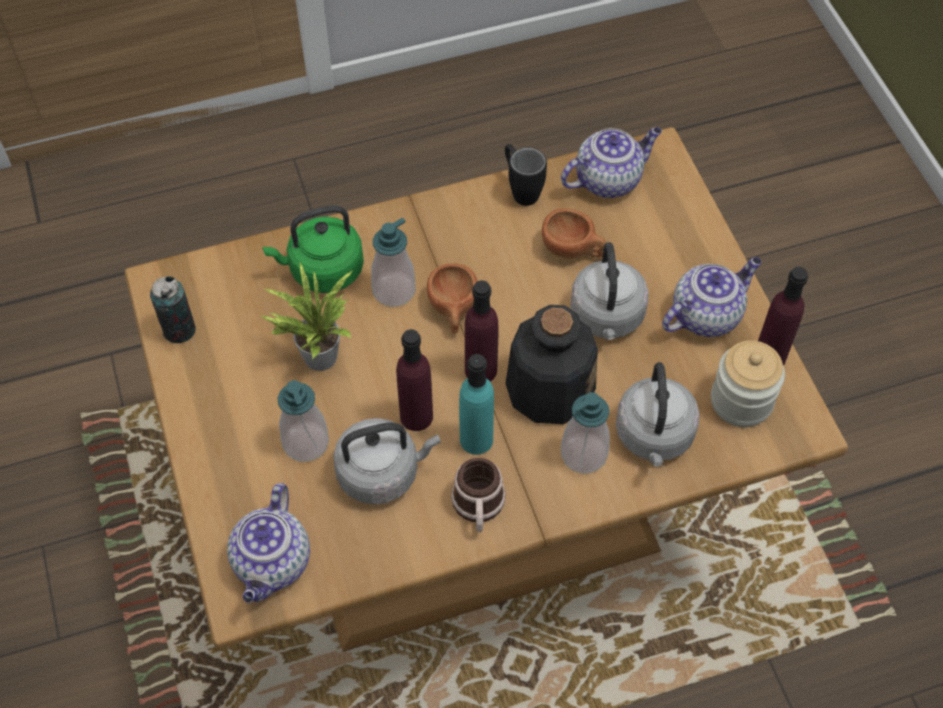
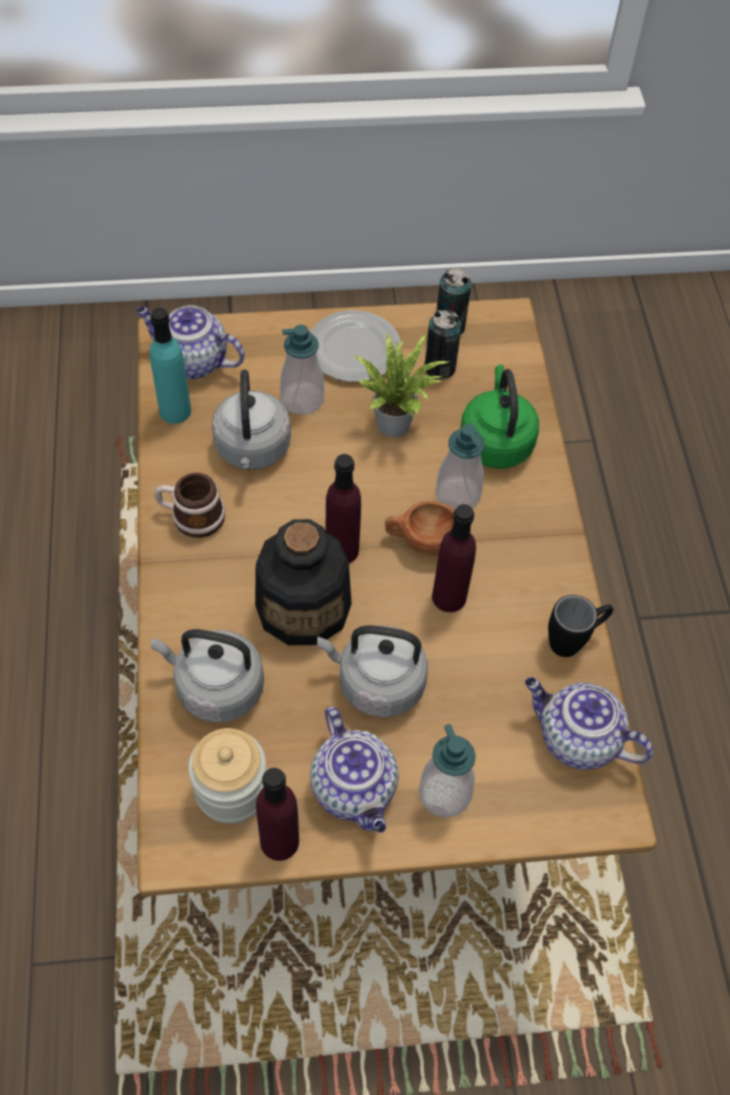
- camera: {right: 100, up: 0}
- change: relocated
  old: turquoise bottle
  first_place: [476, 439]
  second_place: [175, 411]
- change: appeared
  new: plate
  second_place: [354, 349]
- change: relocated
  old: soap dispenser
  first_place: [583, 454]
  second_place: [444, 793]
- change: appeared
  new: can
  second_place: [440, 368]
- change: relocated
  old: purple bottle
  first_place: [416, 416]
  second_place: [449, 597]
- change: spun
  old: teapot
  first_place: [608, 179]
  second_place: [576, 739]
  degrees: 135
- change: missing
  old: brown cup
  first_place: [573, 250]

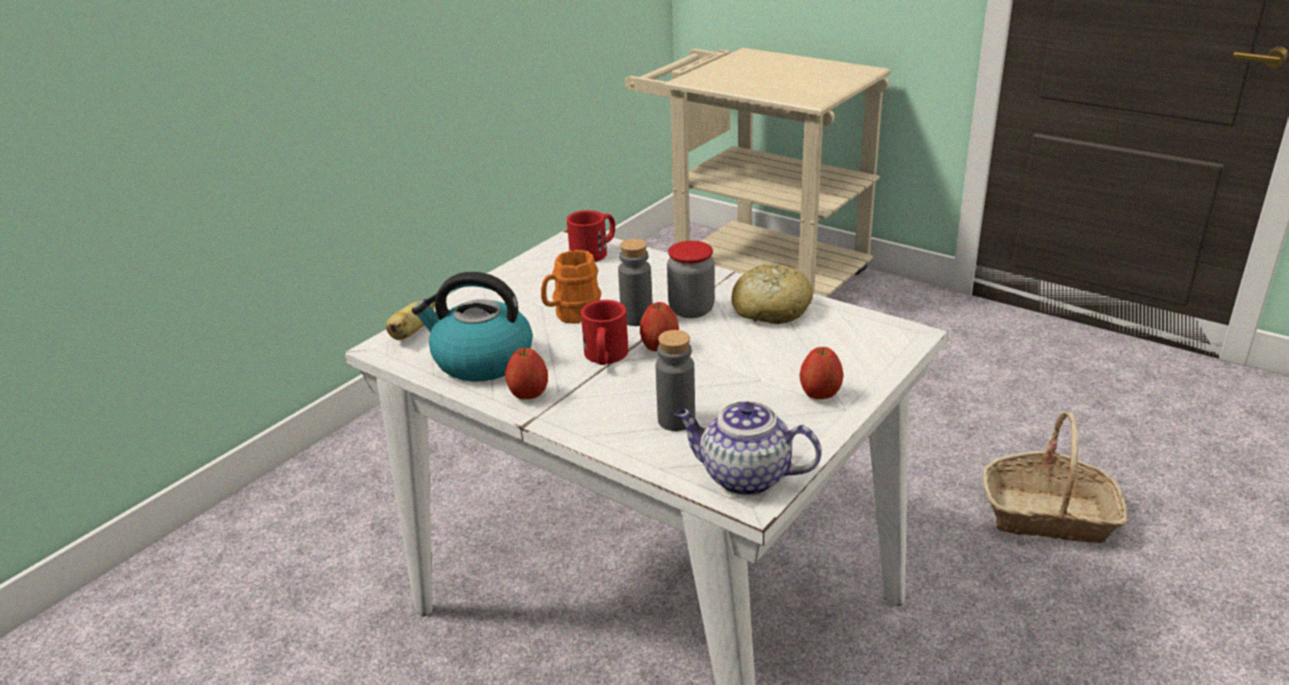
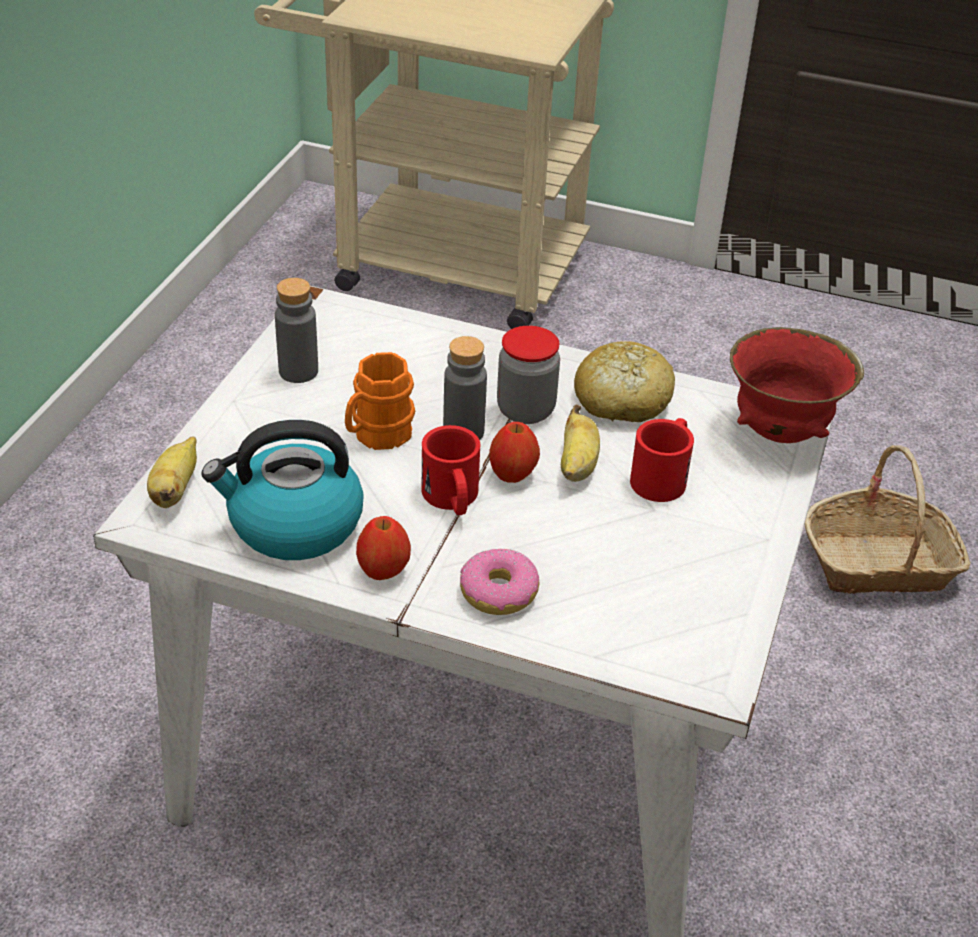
- camera: {right: -20, up: 10}
- change: relocated
  old: grey bottle
  first_place: [676, 420]
  second_place: [298, 371]
- change: appeared
  new: donut
  second_place: [499, 592]
- change: appeared
  new: banana
  second_place: [577, 466]
- change: relocated
  old: red mug
  first_place: [594, 251]
  second_place: [663, 476]
- change: appeared
  new: red bowl
  second_place: [780, 433]
- change: missing
  old: teapot
  first_place: [743, 477]
- change: missing
  old: apple
  first_place: [819, 395]

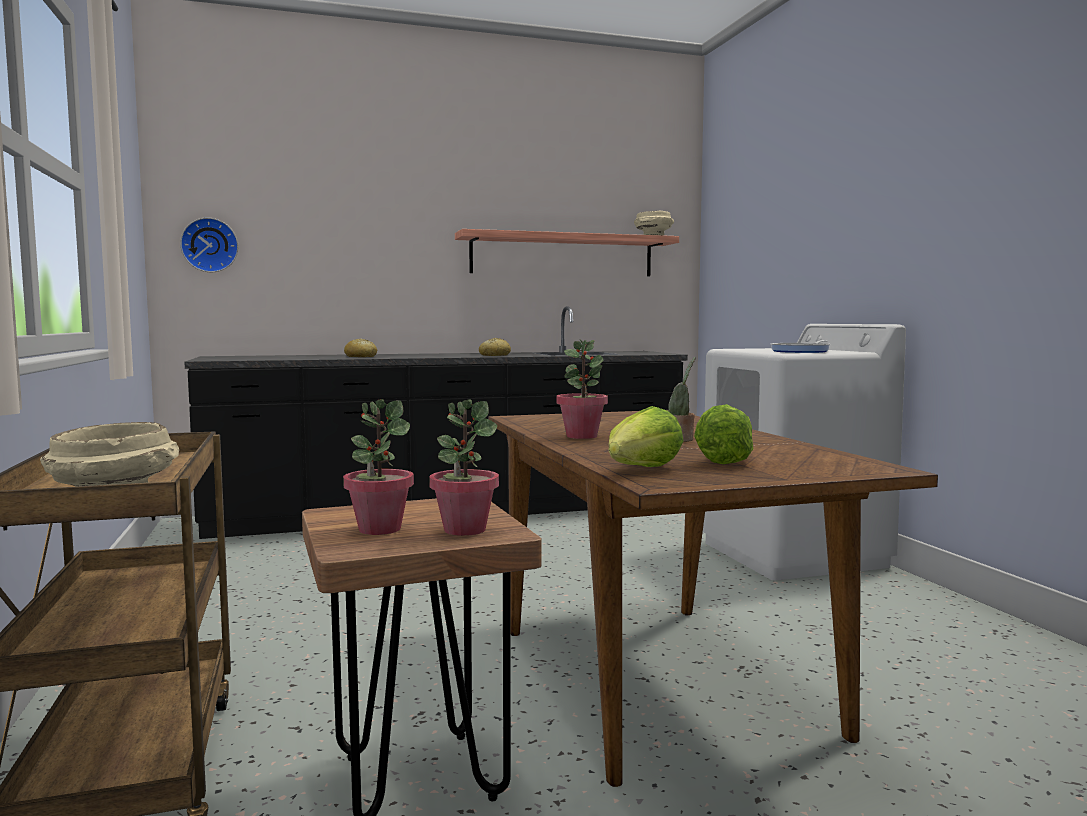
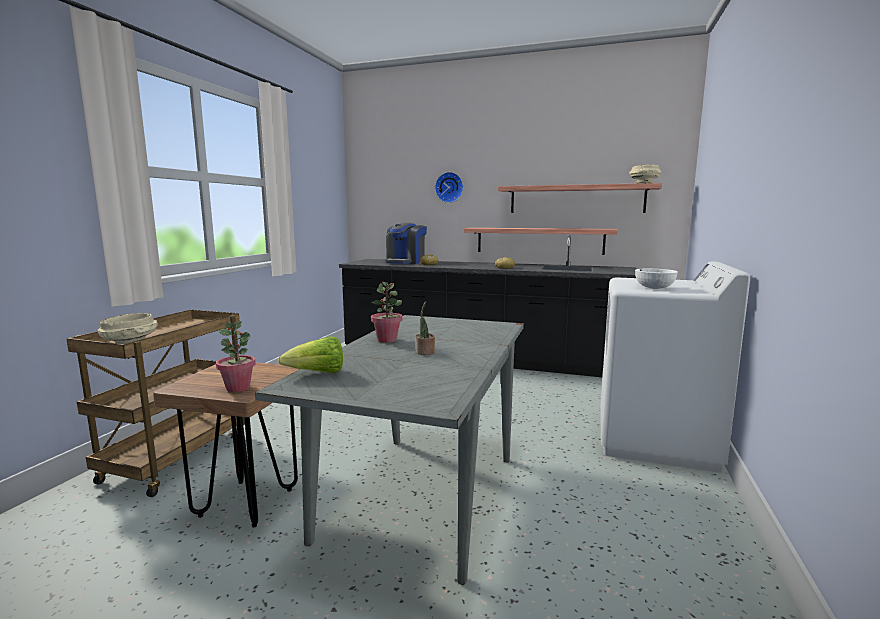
- camera: {right: 35, up: 5}
- change: colour
  old: brown dining table
  new: grey dining table
  first_place: [656, 677]
  second_place: [422, 494]
- change: appeared
  new: coffee machine
  second_place: [405, 262]
- change: relocated
  old: wall clock
  first_place: [210, 245]
  second_place: [449, 187]
- change: appeared
  new: shelf
  second_place: [539, 240]
- change: exchanged
  old: frying pan
  new: white bowl
  first_place: [802, 351]
  second_place: [654, 288]
- change: missing
  old: potted plant
  first_place: [379, 529]
- change: missing
  old: lettuce
  first_place: [725, 460]

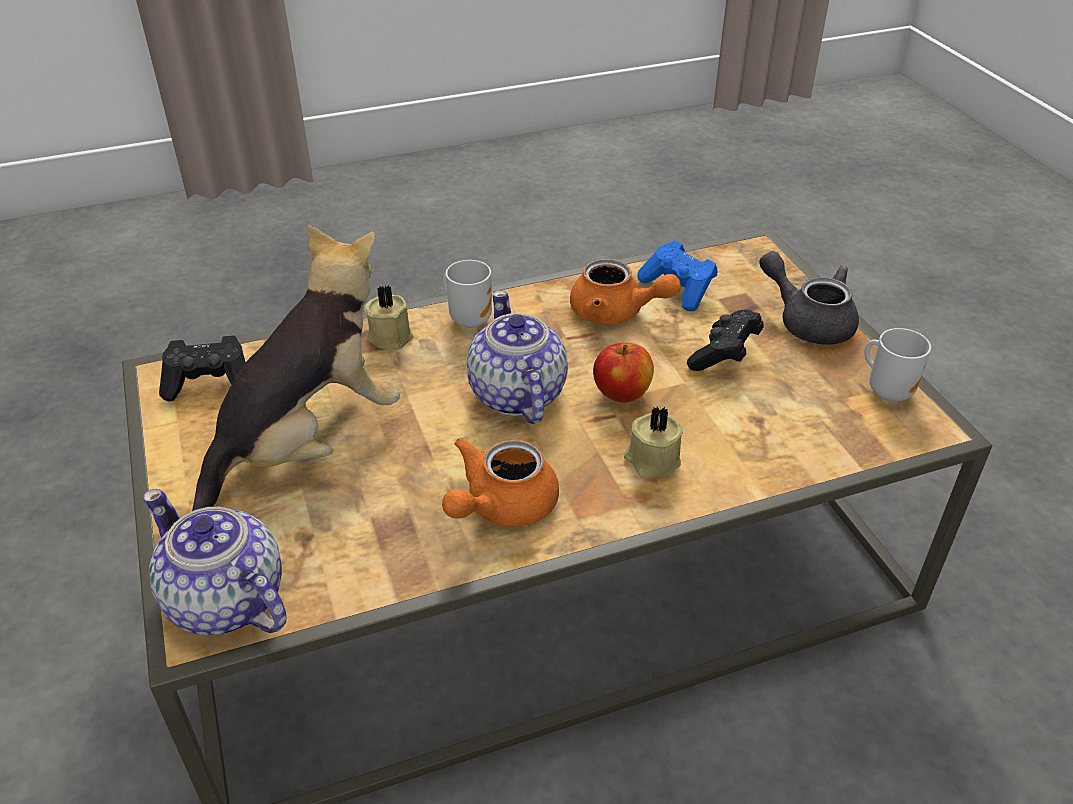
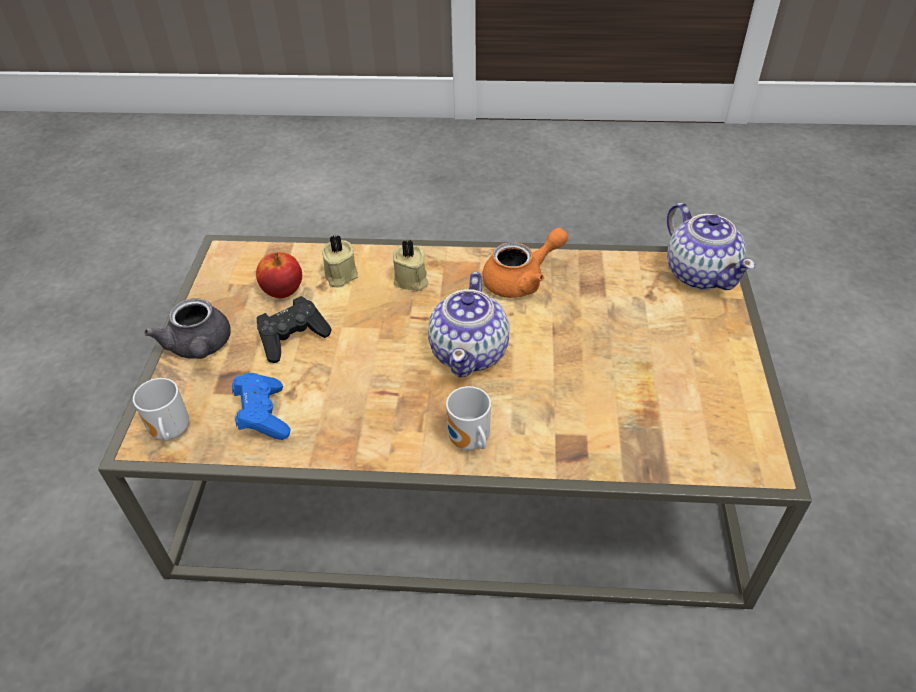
- camera: {right: -155, up: 5}
- change: relocated
  old: mug
  first_place: [888, 390]
  second_place: [169, 433]
- change: relocated
  old: apple
  first_place: [622, 393]
  second_place: [283, 291]
- change: relocated
  old: beige candle
  first_place: [390, 336]
  second_place: [340, 275]
- change: missing
  old: black game controller
  first_place: [210, 383]
- change: missing
  old: plush toy
  first_place: [308, 443]
- change: missing
  old: orange teapot
  first_place: [616, 313]

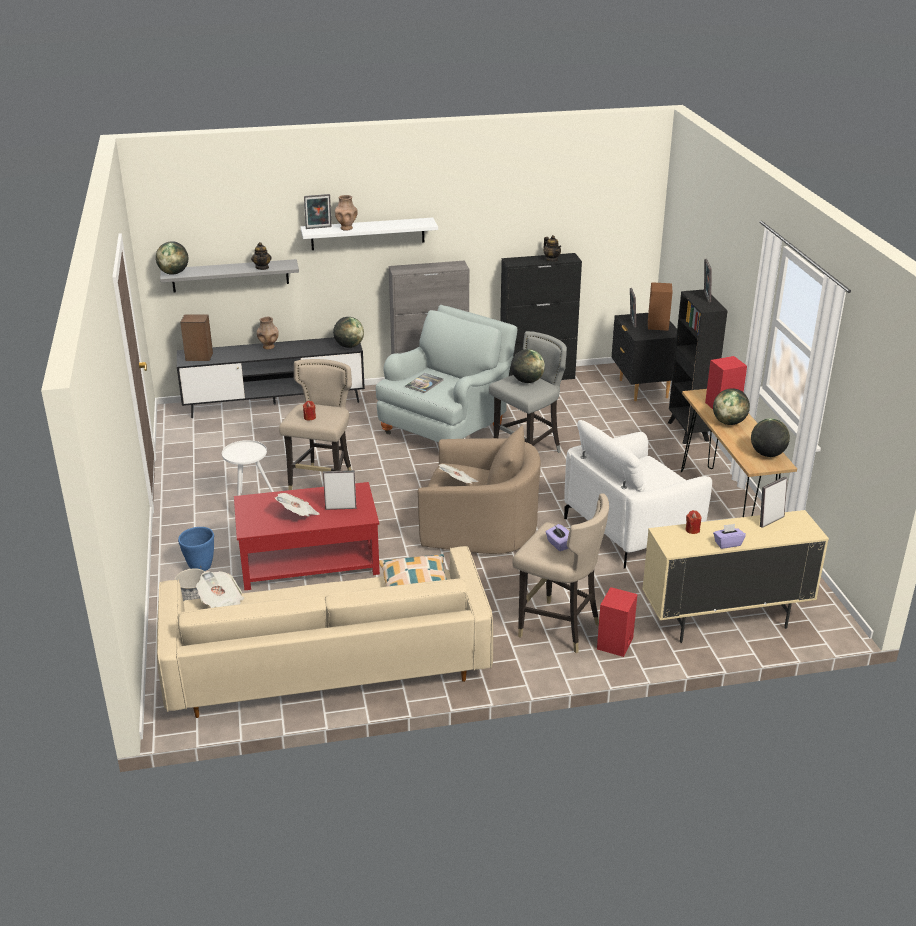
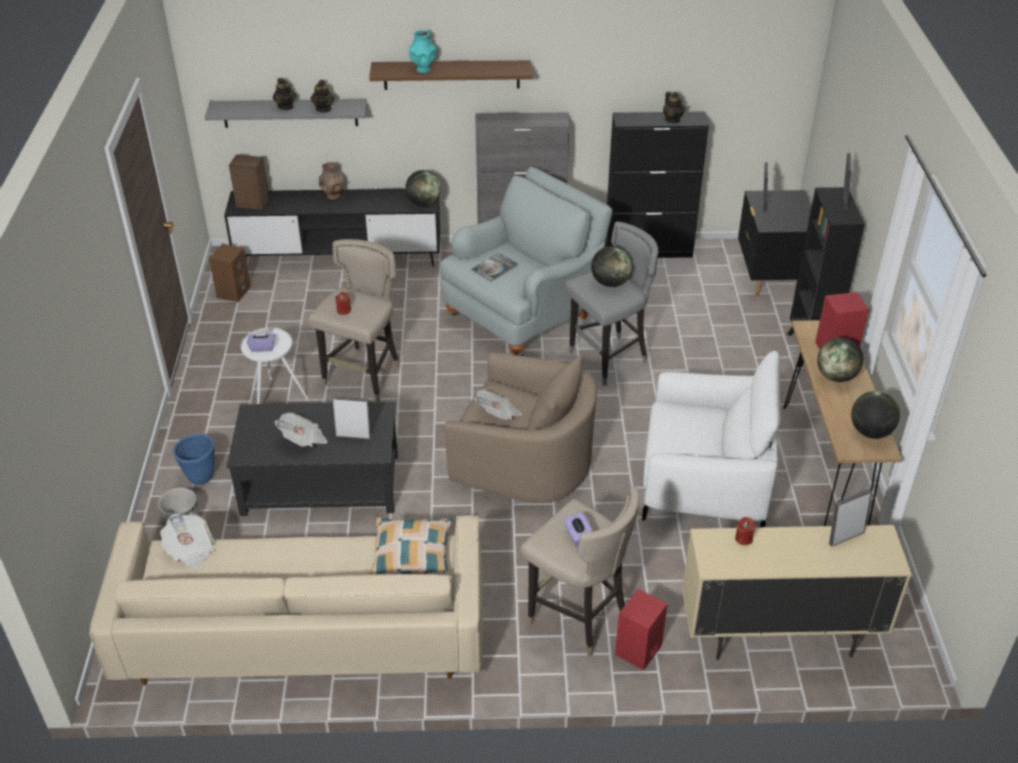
- camera: {right: 10, up: 10}
- change: relocated
  old: brown speaker
  first_place: [657, 325]
  second_place: [233, 291]
- change: colour
  old: red coffee table
  new: black coffee table
  first_place: [308, 561]
  second_place: [320, 484]
- change: relocated
  old: purple tissue box
  first_place: [727, 543]
  second_place: [262, 347]
- change: appeared
  new: teapot
  second_place: [286, 106]
- change: colour
  old: white shelf
  new: brown shelf
  first_place: [368, 233]
  second_place: [451, 75]
- change: colour
  old: brown vase
  new: turquoise vase
  first_place: [346, 228]
  second_place: [423, 69]
- change: spun
  old: white armchair
  first_place: [632, 528]
  second_place: [704, 484]
  degrees: -150
- change: missing
  old: globe
  first_place: [174, 273]
- change: missing
  old: picture frame
  first_place: [318, 228]

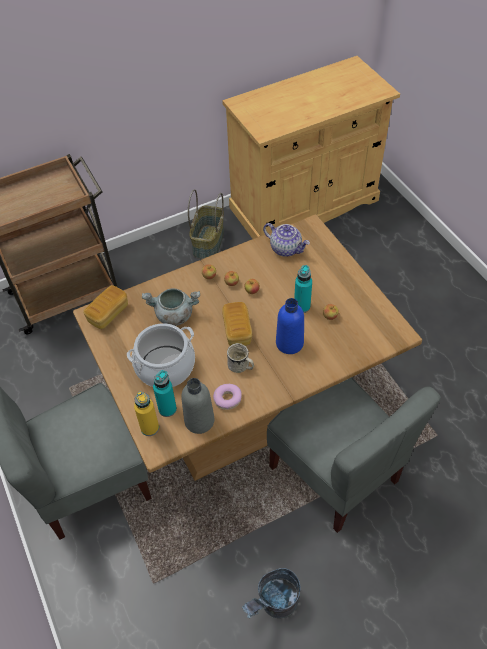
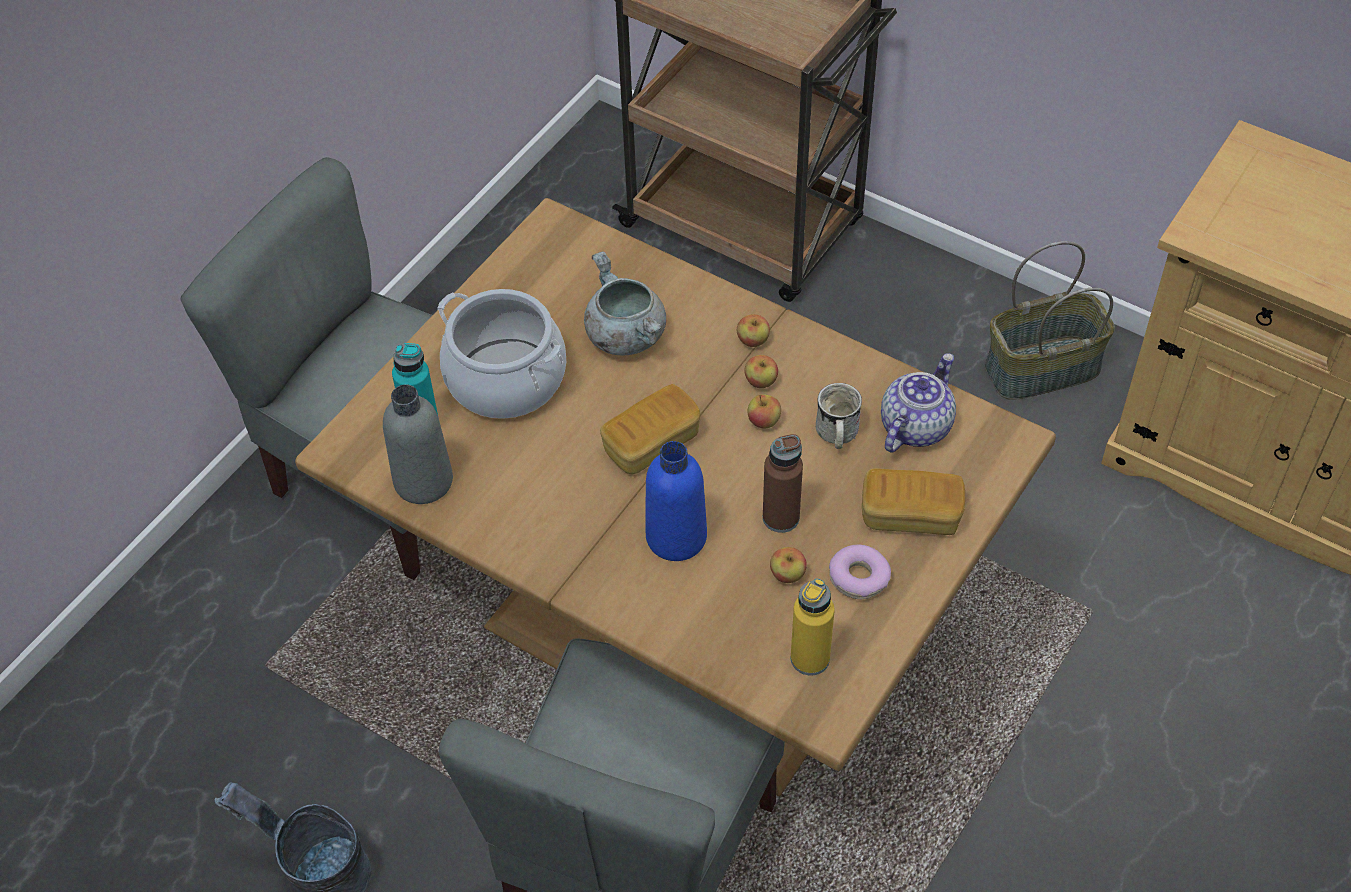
- camera: {right: 60, up: 0}
- change: colour
  old: turquoise bottle
  new: brown bottle
  first_place: [302, 306]
  second_place: [781, 517]
- change: relocated
  old: yellow bottle
  first_place: [150, 428]
  second_place: [810, 658]
- change: relocated
  old: white mug
  first_place: [241, 367]
  second_place: [836, 435]
- change: relocated
  old: donut
  first_place: [227, 399]
  second_place: [859, 578]
- change: relocated
  old: bread
  first_place: [108, 314]
  second_place: [910, 515]
- change: spun
  old: teapot
  first_place: [286, 248]
  second_place: [915, 426]
  degrees: -150

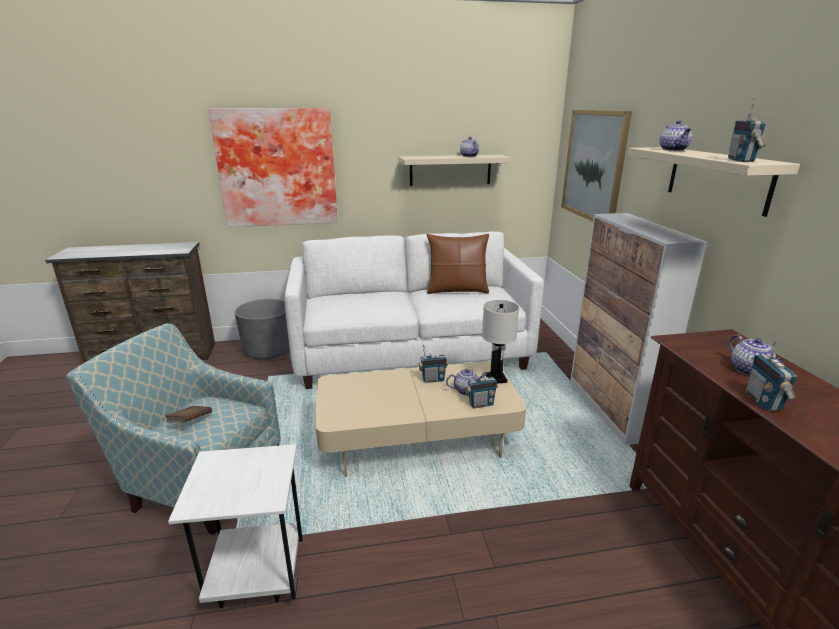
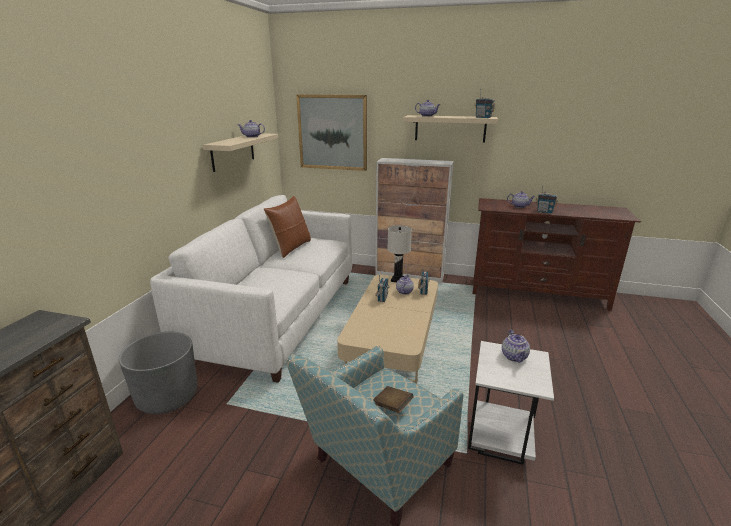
- camera: {right: -65, up: 0}
- change: appeared
  new: teapot
  second_place: [514, 357]
- change: missing
  old: picture
  first_place: [277, 168]

